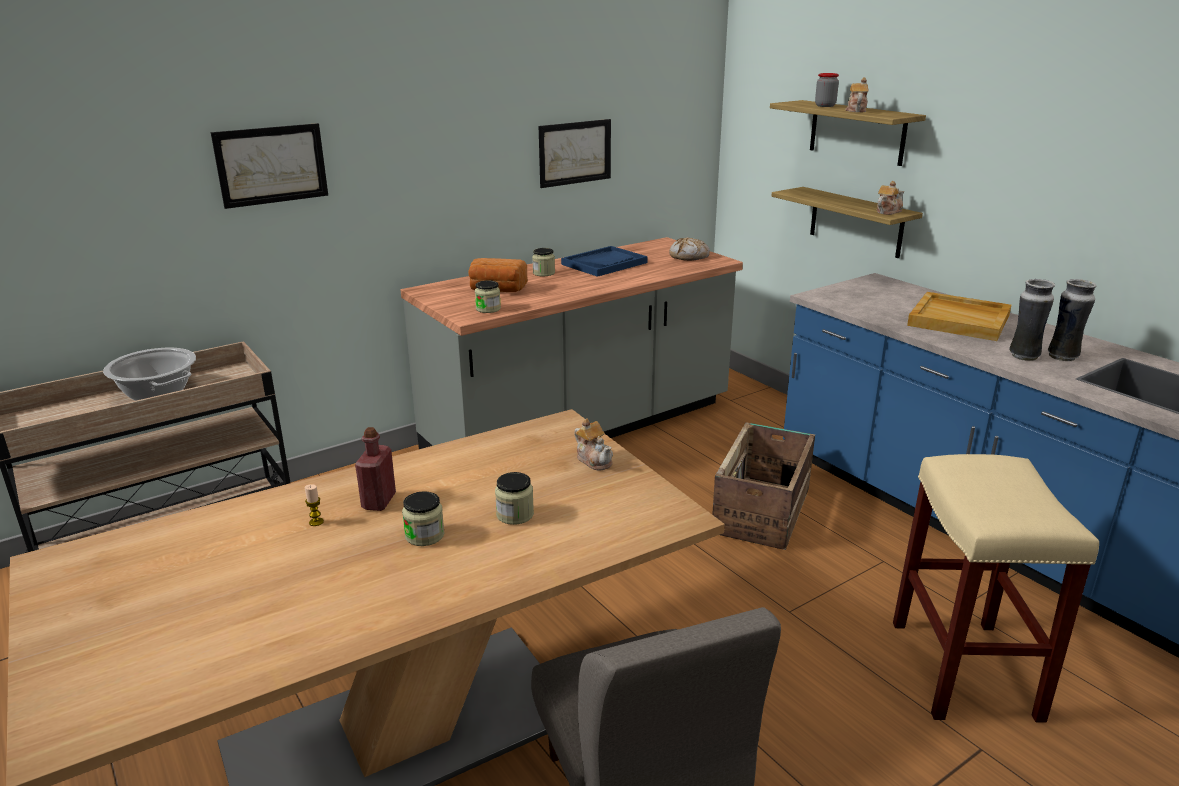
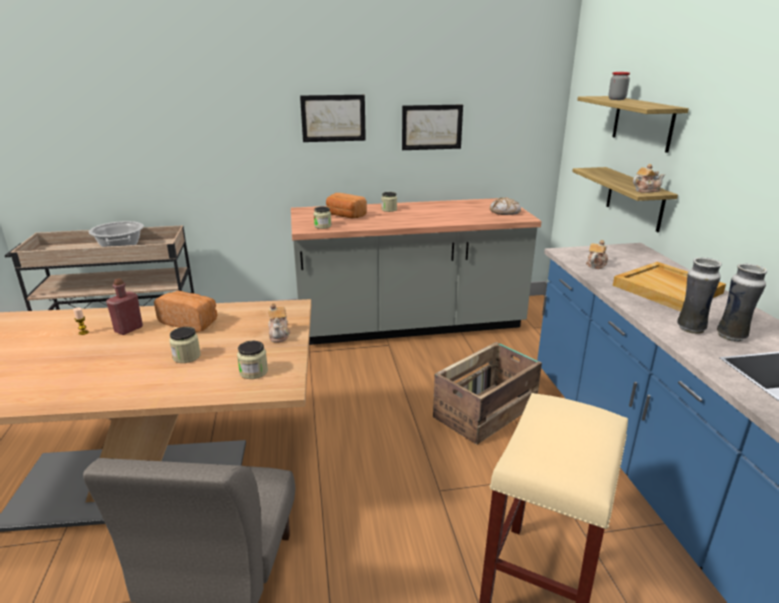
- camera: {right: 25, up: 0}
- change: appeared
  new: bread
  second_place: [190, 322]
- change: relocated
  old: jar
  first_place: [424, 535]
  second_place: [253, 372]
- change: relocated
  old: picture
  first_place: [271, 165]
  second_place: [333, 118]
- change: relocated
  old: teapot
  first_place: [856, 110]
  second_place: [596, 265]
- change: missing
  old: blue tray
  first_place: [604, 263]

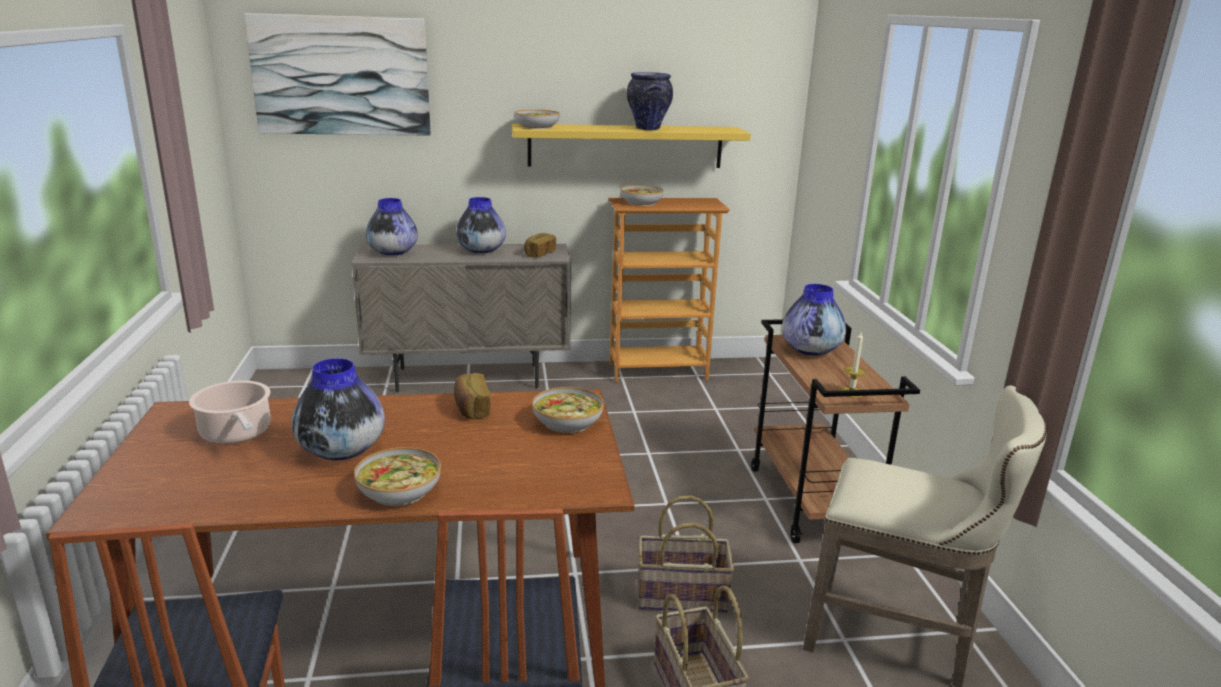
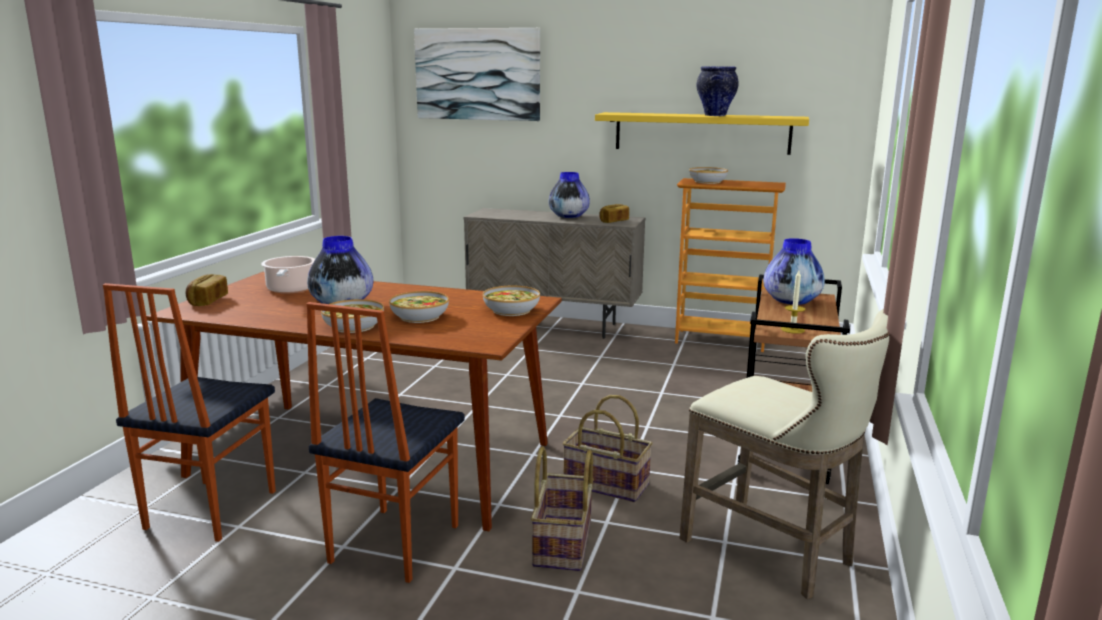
- camera: {right: 25, up: -5}
- change: relocated
  old: bread
  first_place: [471, 409]
  second_place: [207, 301]
- change: relocated
  old: bowl
  first_place: [537, 126]
  second_place: [420, 317]
- change: missing
  old: vase
  first_place: [393, 253]

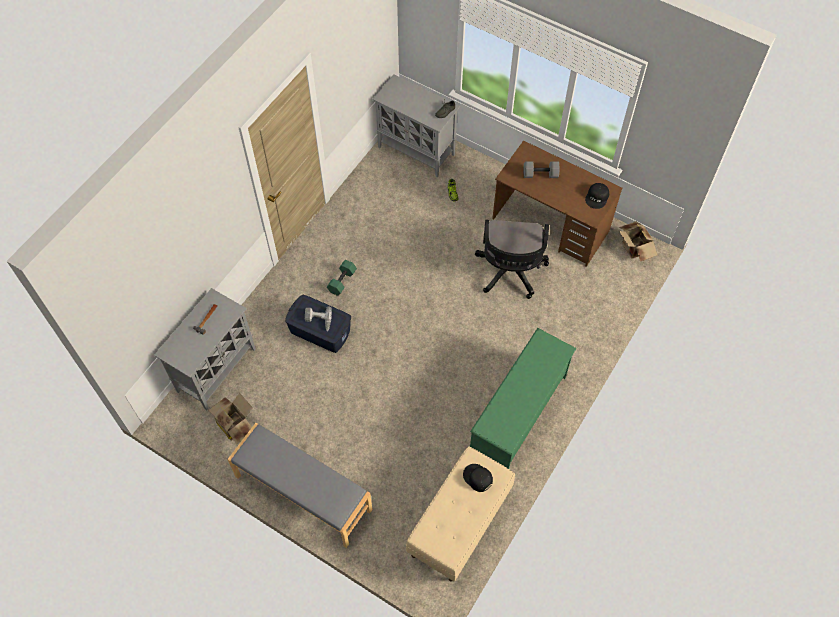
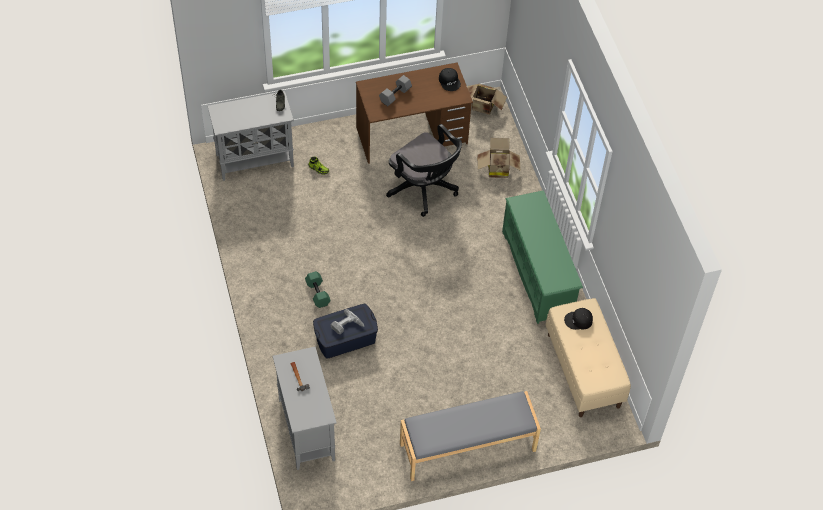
- camera: {right: -50, up: -5}
- change: relocated
  old: cardboard box
  first_place: [235, 424]
  second_place: [497, 168]

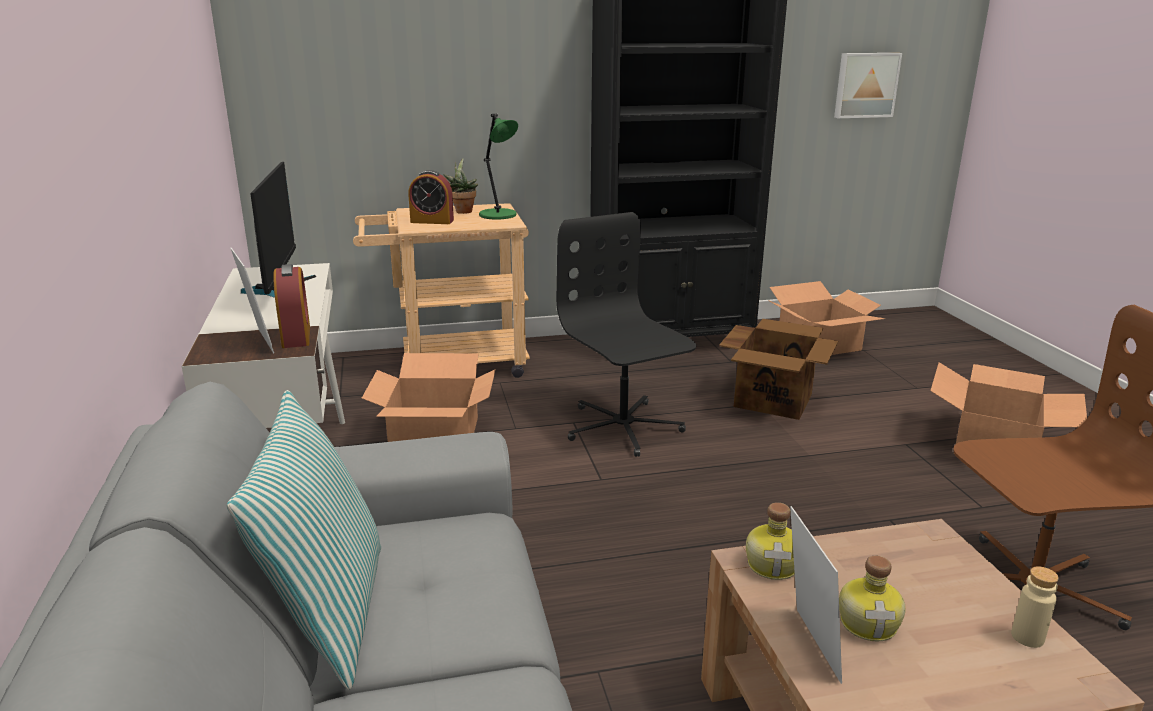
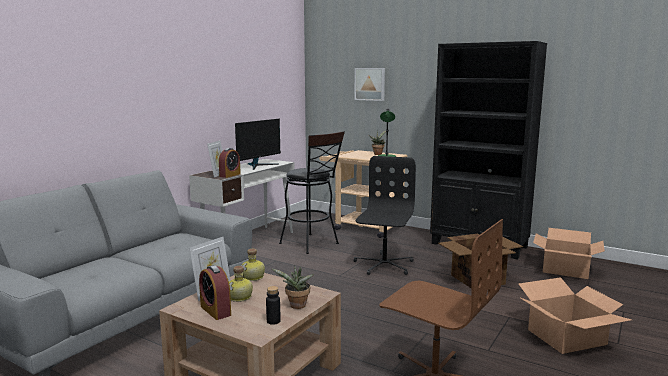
- camera: {right: 45, up: -10}
- change: relocated
  old: alarm clock
  first_place: [432, 221]
  second_place: [215, 310]
- change: colour
  old: beige bottle
  new: black bottle
  first_place: [1027, 637]
  second_place: [273, 321]
- change: appeared
  new: potted plant
  second_place: [296, 306]
- change: exchanged
  old: cardboard box
  new: black stool
  first_place: [435, 434]
  second_place: [312, 244]
- change: relocated
  old: picture
  first_place: [865, 85]
  second_place: [370, 84]
- change: missing
  old: pillow
  first_place: [328, 613]

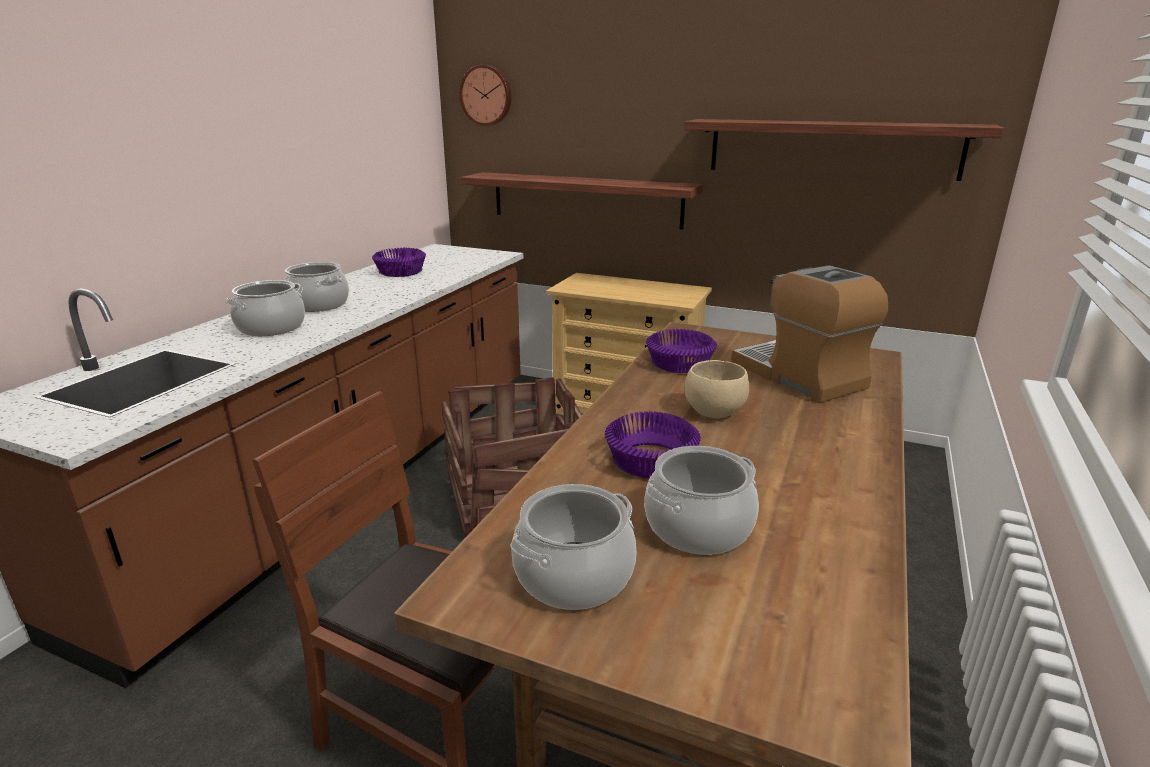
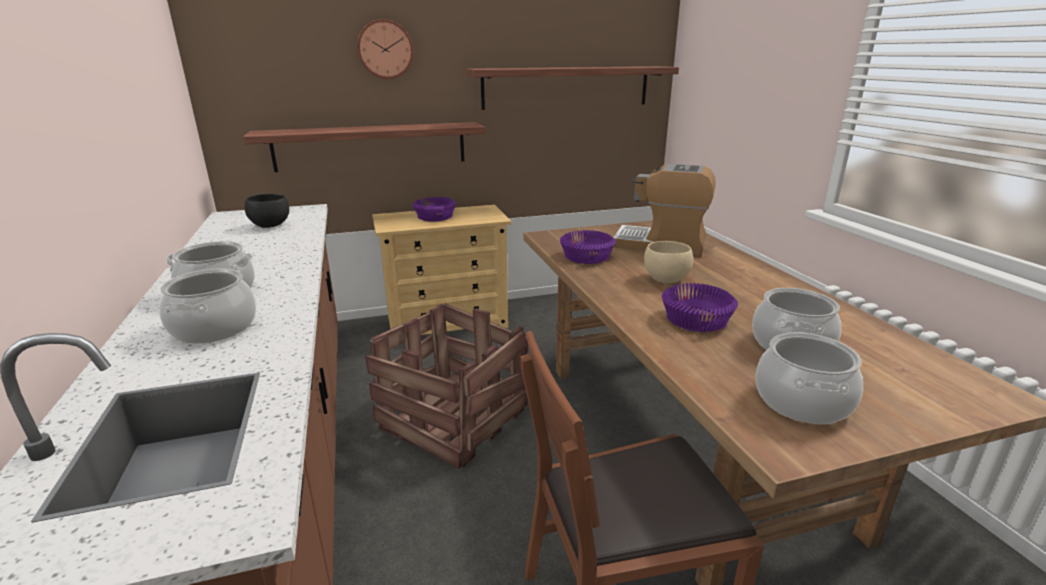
- camera: {right: -40, up: 0}
- change: appeared
  new: black bowl
  second_place: [271, 225]
- change: relocated
  old: wall clock
  first_place: [486, 95]
  second_place: [385, 49]
- change: relocated
  old: purple bowl
  first_place: [401, 271]
  second_place: [435, 217]

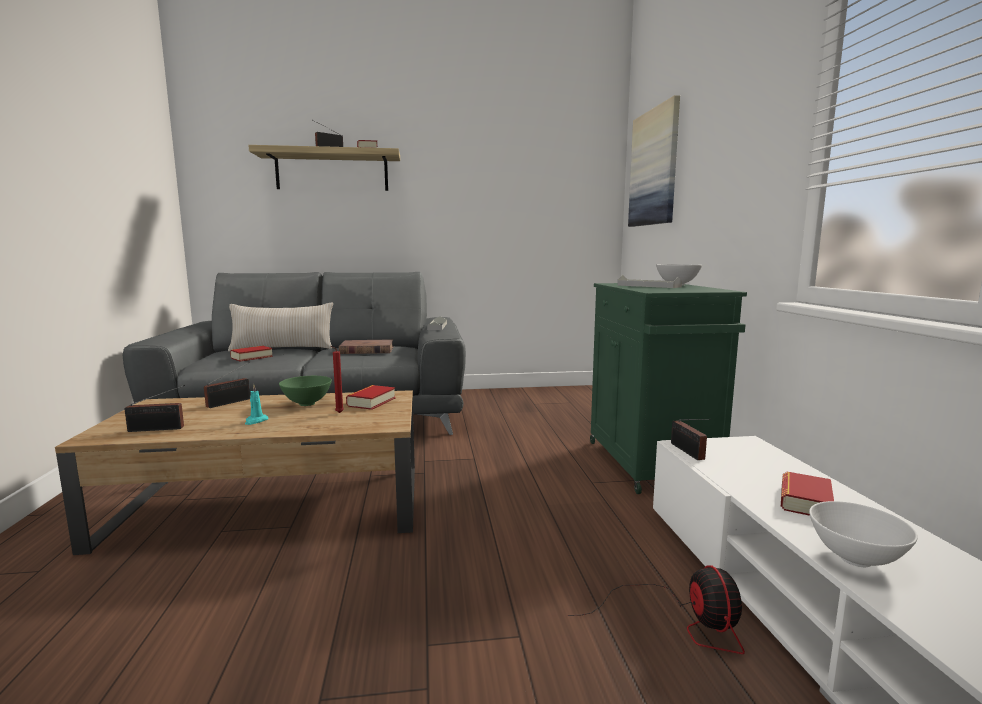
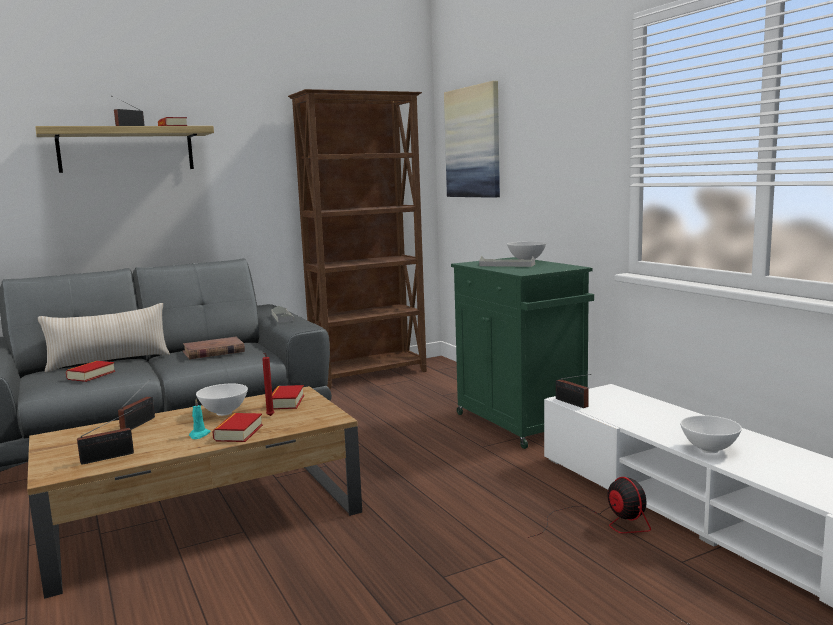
- camera: {right: -20, up: 0}
- change: colour
  old: green bowl
  new: white bowl
  first_place: [307, 404]
  second_place: [224, 413]
- change: relocated
  old: book
  first_place: [805, 501]
  second_place: [238, 433]
- change: appeared
  new: brown bookcase
  second_place: [370, 375]

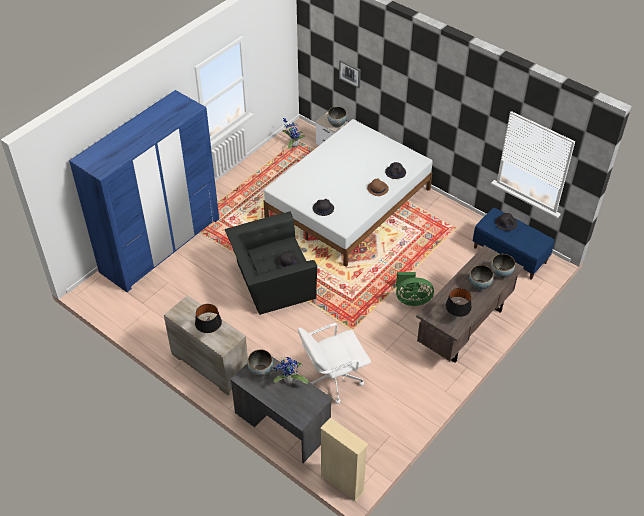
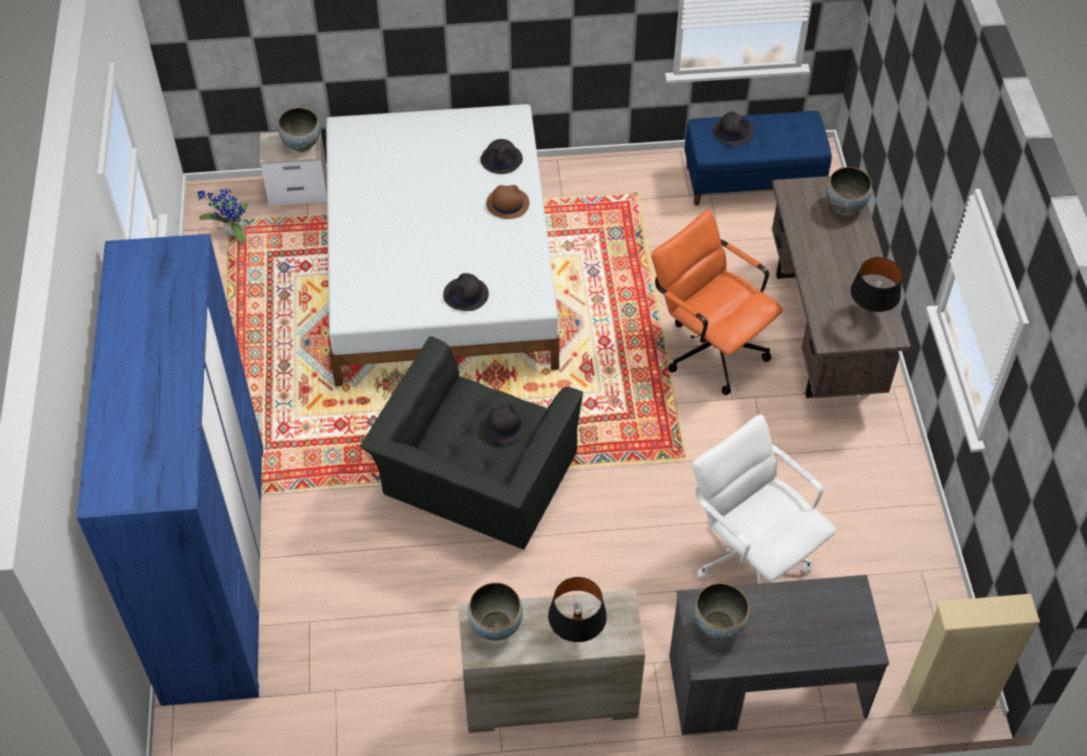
- camera: {right: -45, up: 5}
- change: relocated
  old: bowl
  first_place: [479, 285]
  second_place: [496, 626]
- change: exchanged
  old: green fan
  new: orange office chair
  first_place: [411, 300]
  second_place: [708, 346]
- change: spun
  old: white office chair
  first_place: [333, 379]
  second_place: [751, 556]
  degrees: 120
- change: missing
  old: potted plant
  first_place: [289, 381]
- change: missing
  old: picture
  first_place: [350, 73]

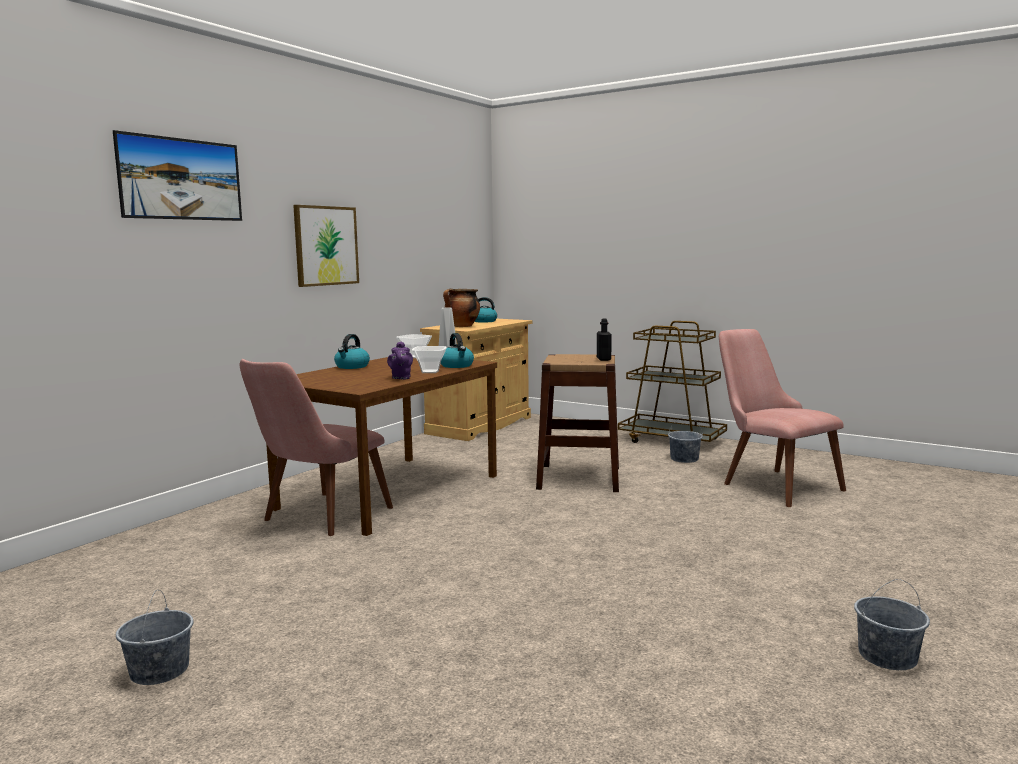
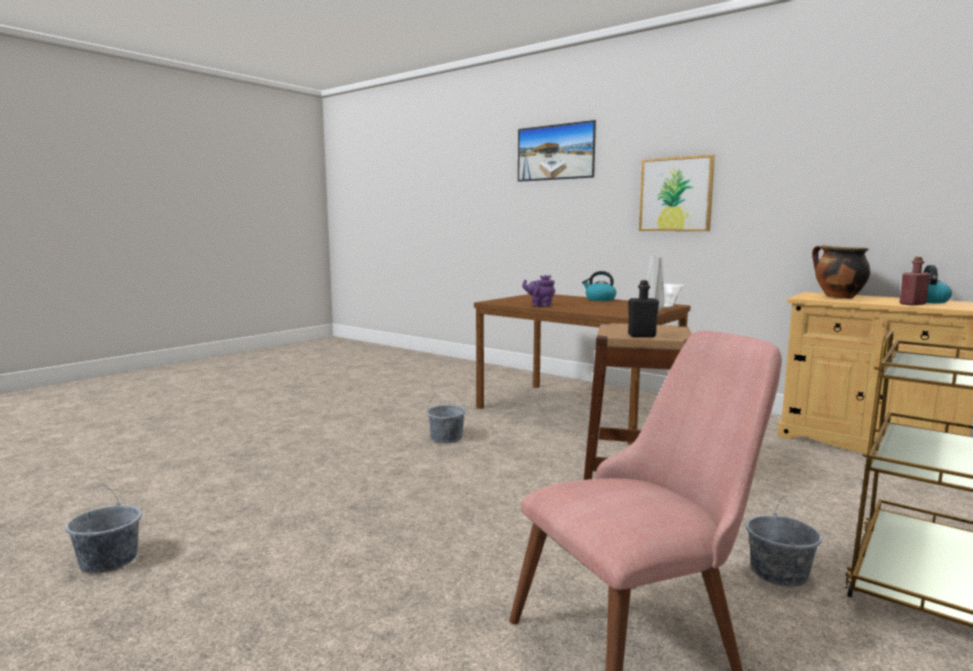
- camera: {right: 95, up: 0}
- change: relocated
  old: grey bucket
  first_place: [160, 670]
  second_place: [447, 438]
- change: appeared
  new: red bottle
  second_place: [912, 304]
- change: missing
  old: pink chair
  first_place: [317, 518]
- change: missing
  old: bowl
  first_place: [429, 371]
- change: missing
  old: kettle
  first_place: [457, 366]

